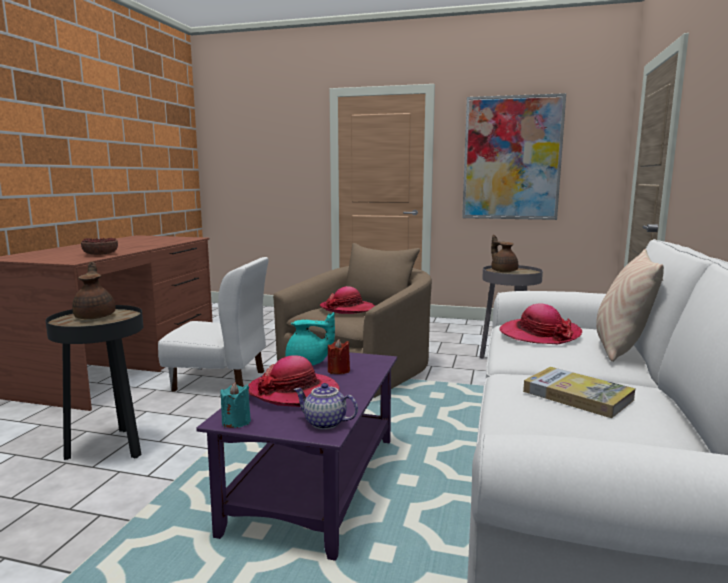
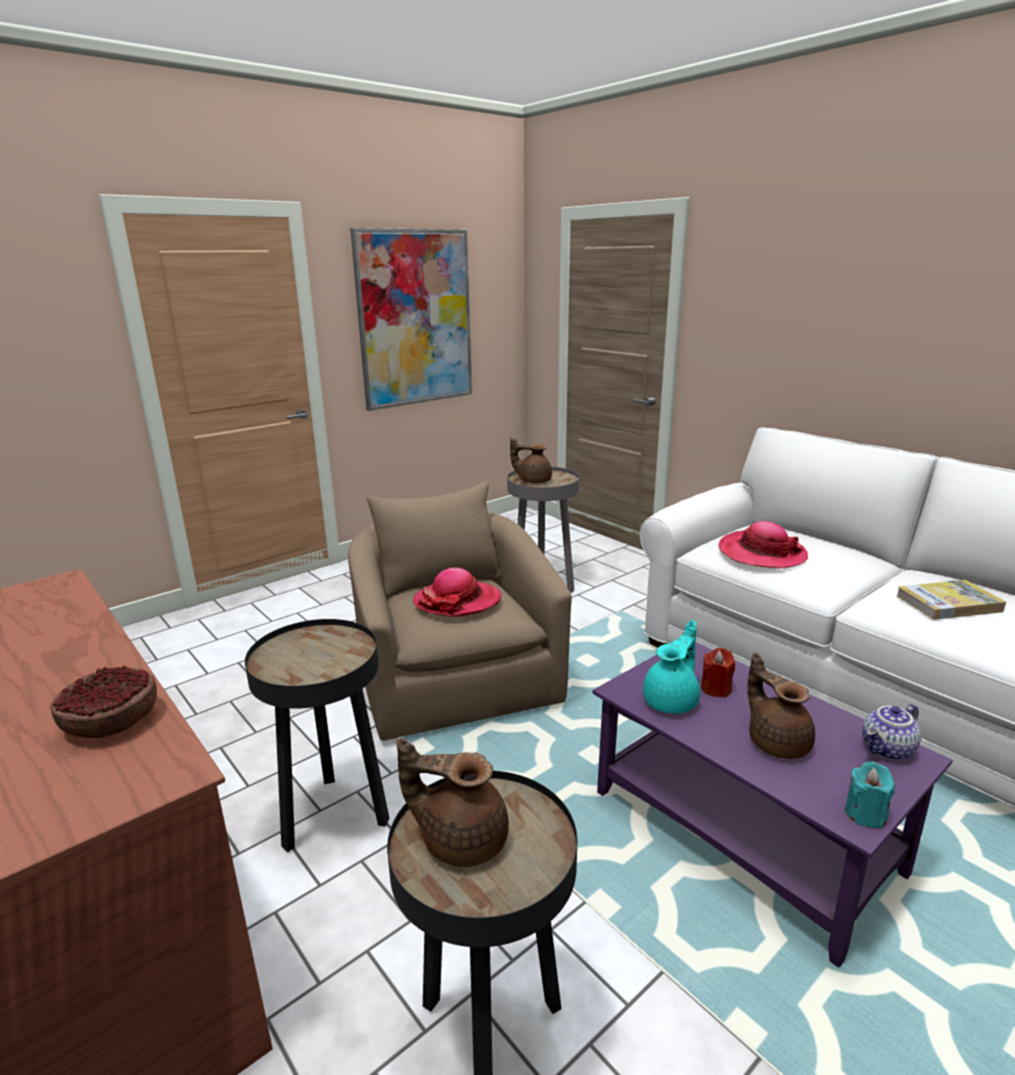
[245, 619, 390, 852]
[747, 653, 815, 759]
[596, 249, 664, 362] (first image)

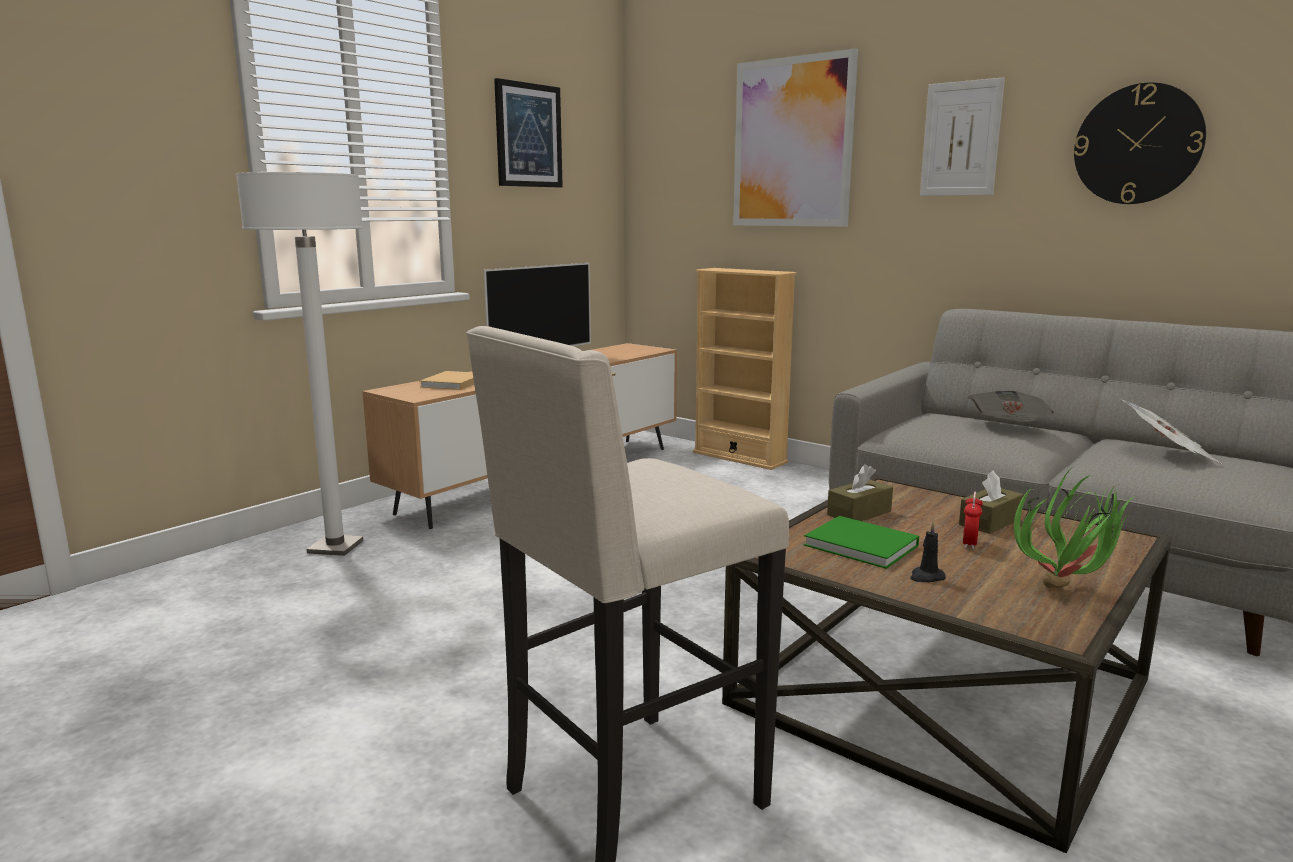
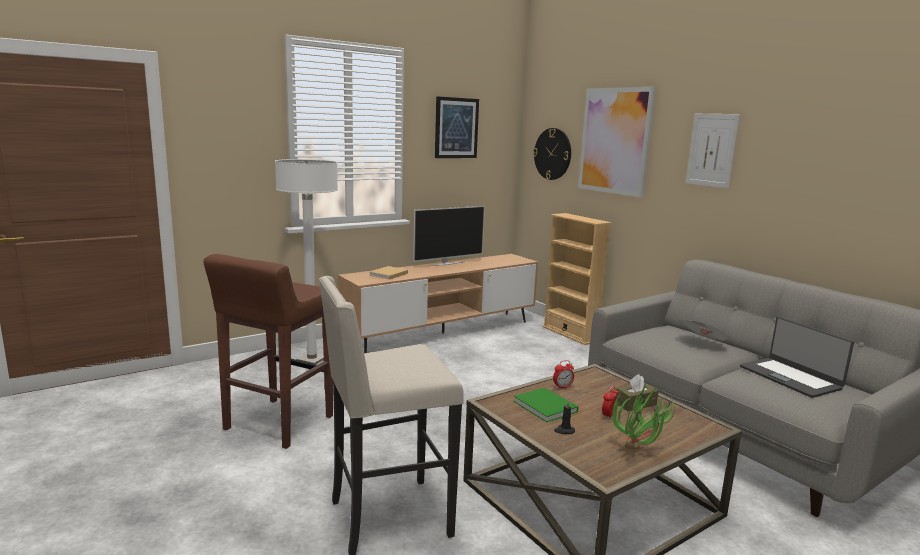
[553, 360, 574, 389]
[533, 128, 571, 180]
[740, 317, 854, 398]
[203, 254, 333, 449]

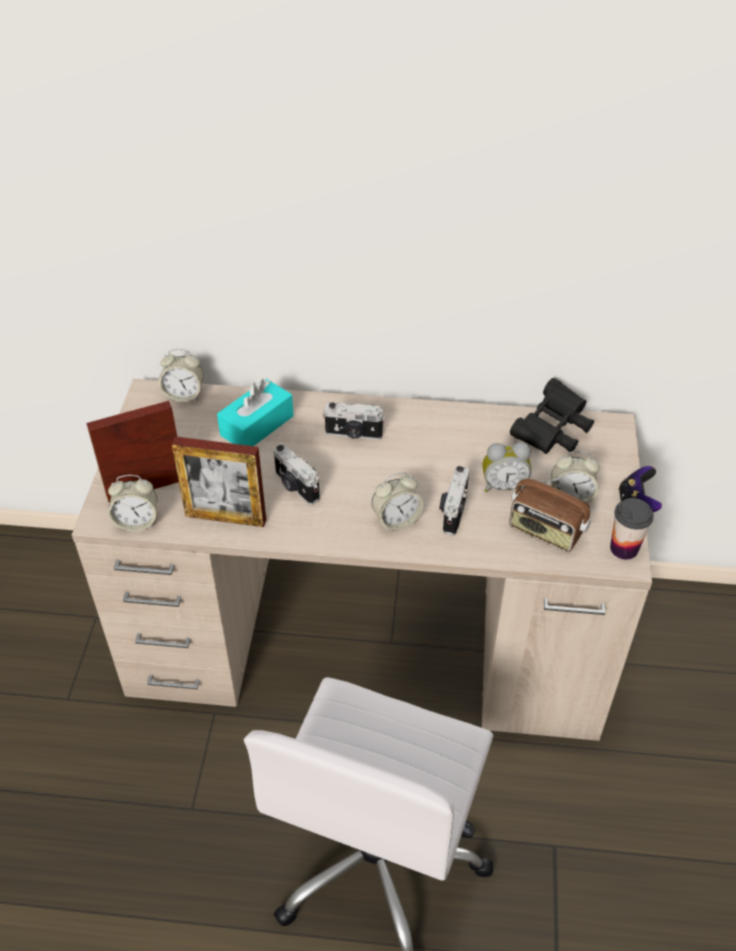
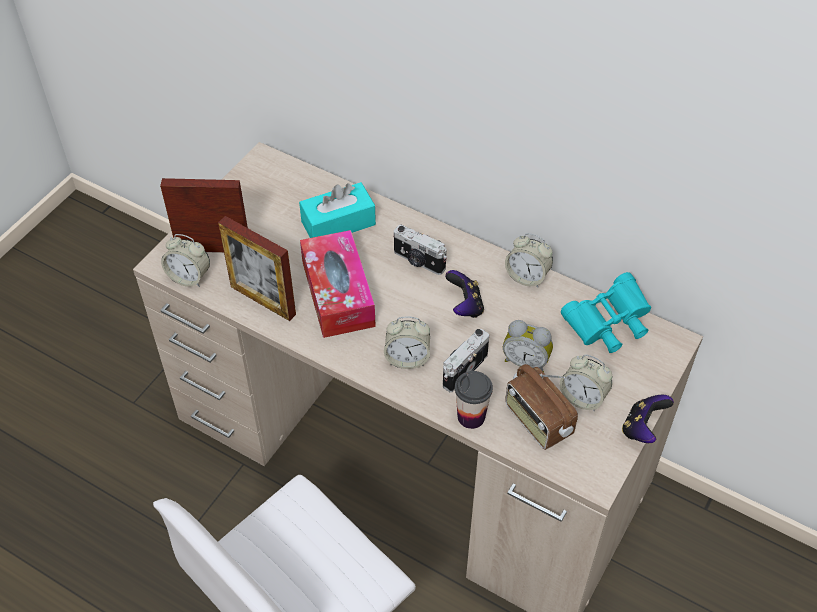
[505, 233, 553, 288]
[300, 230, 376, 338]
[561, 272, 651, 353]
[455, 371, 493, 429]
[445, 270, 484, 318]

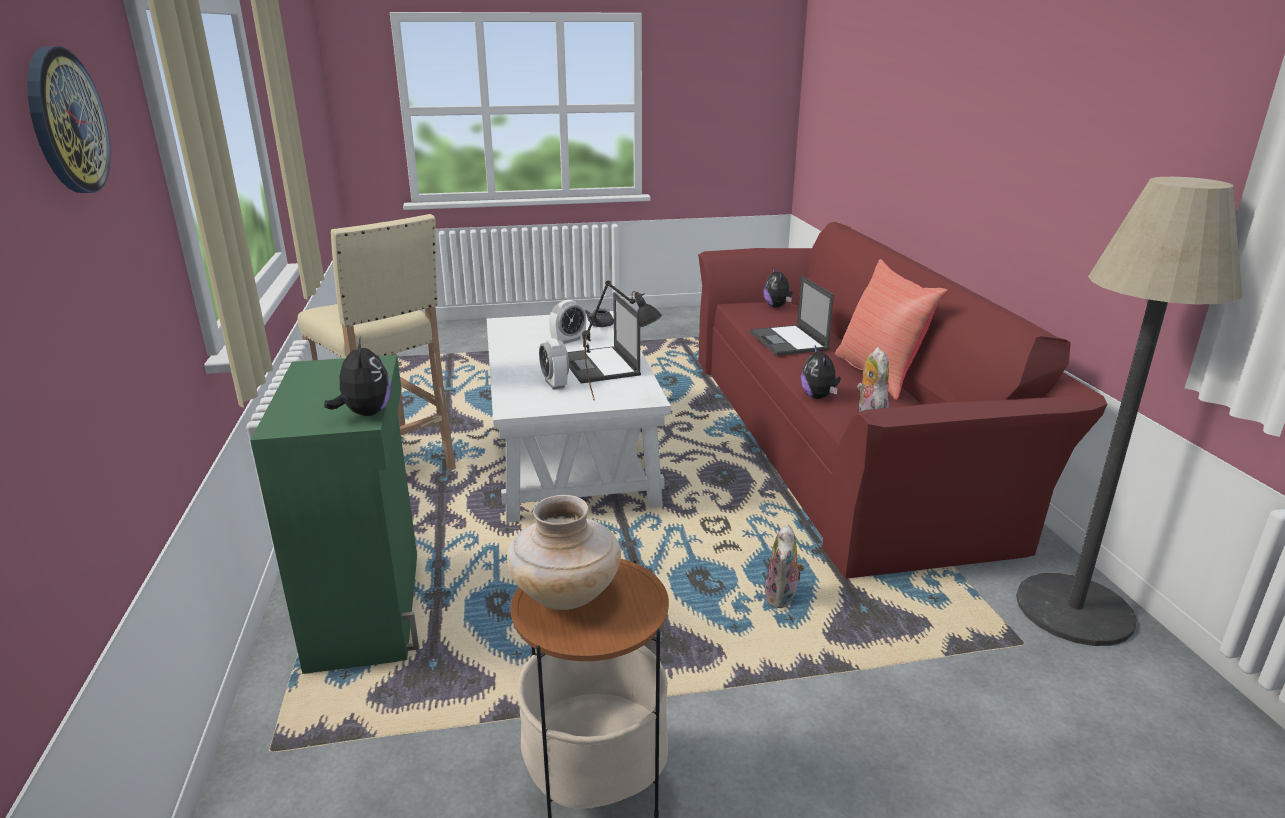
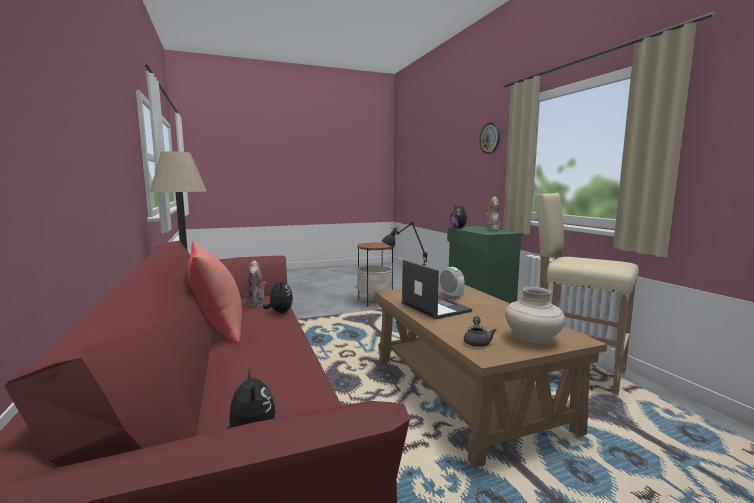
[375, 285, 607, 468]
[505, 287, 565, 343]
[549, 300, 586, 344] (first image)
[750, 275, 834, 356] (first image)
[485, 196, 500, 231]

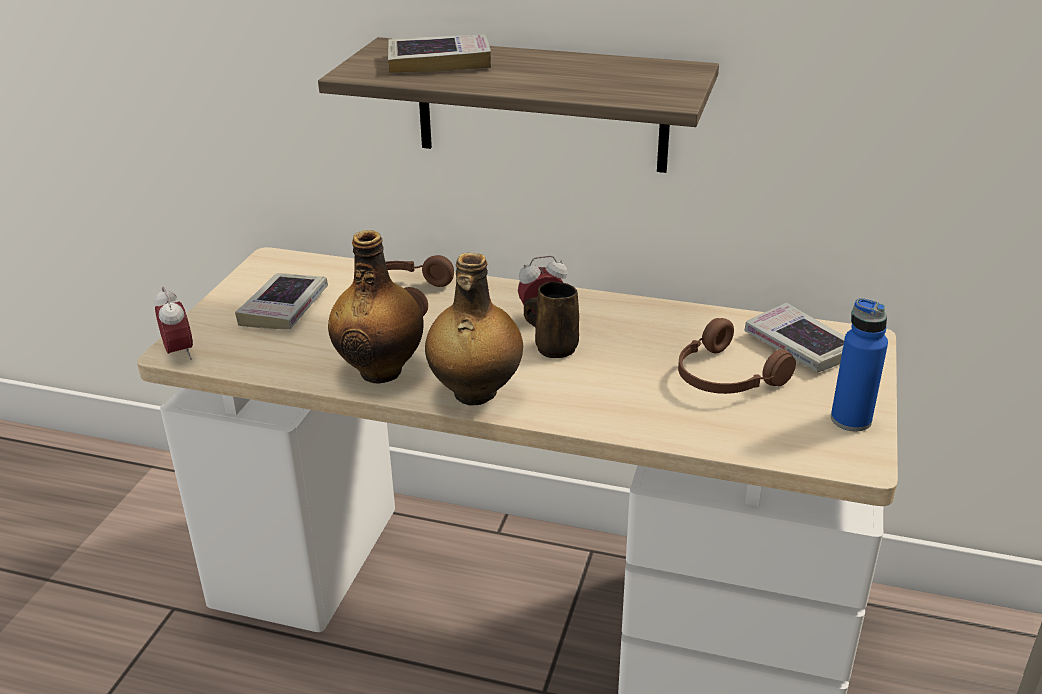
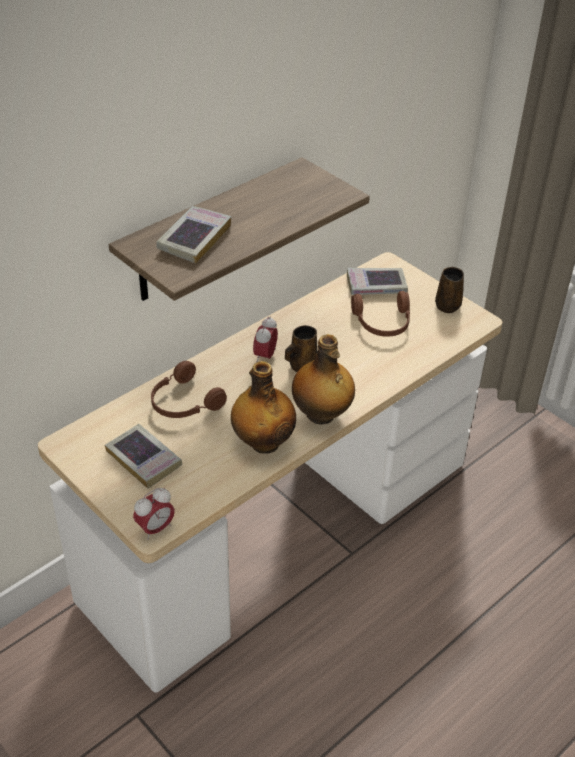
[133, 488, 175, 540]
[435, 267, 464, 313]

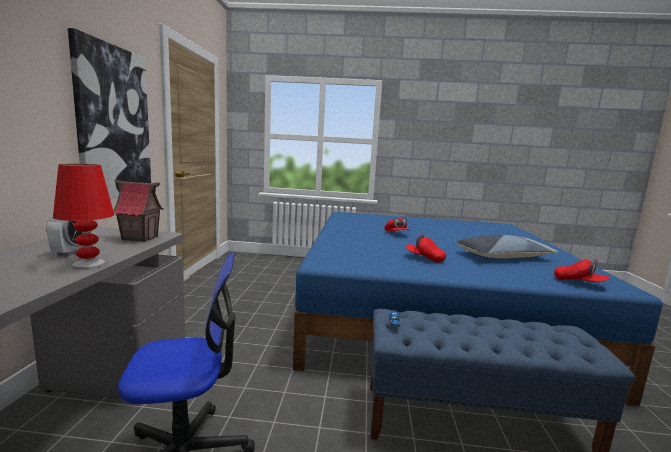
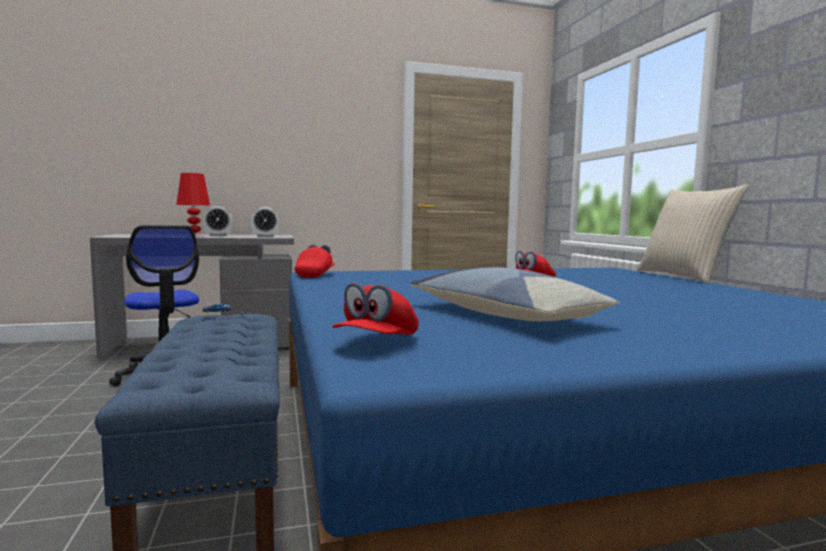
[68, 28, 151, 199] (first image)
[251, 207, 279, 237]
[294, 245, 334, 278]
[637, 185, 749, 283]

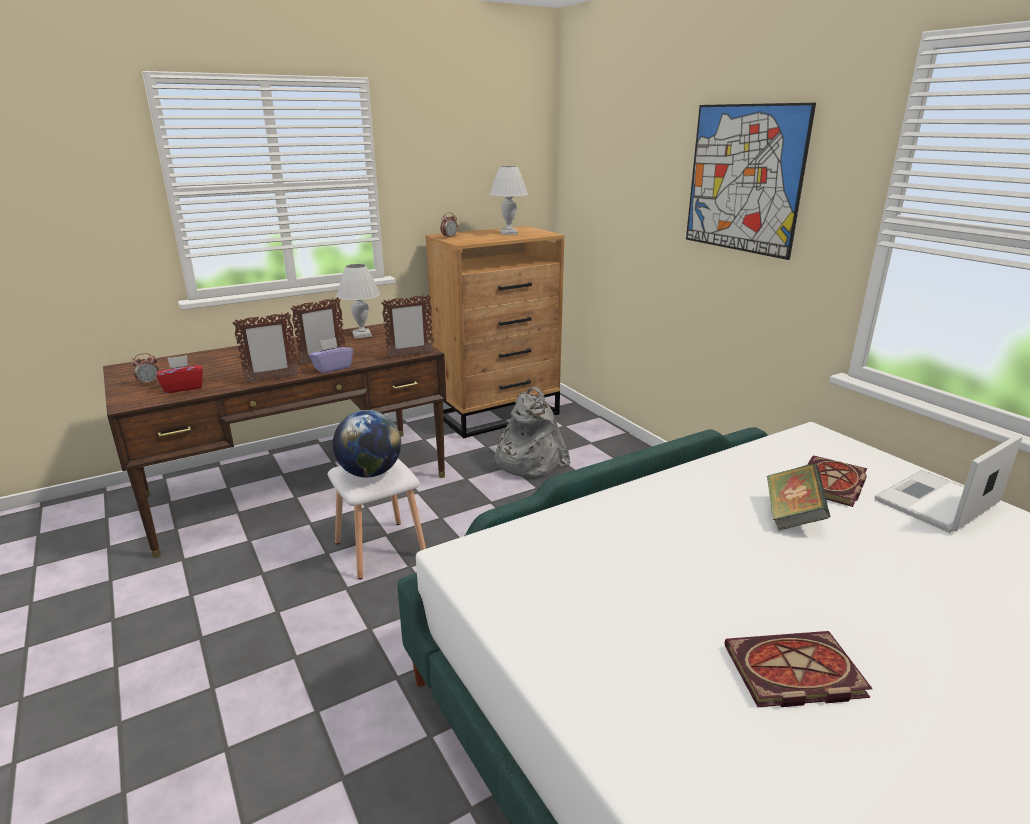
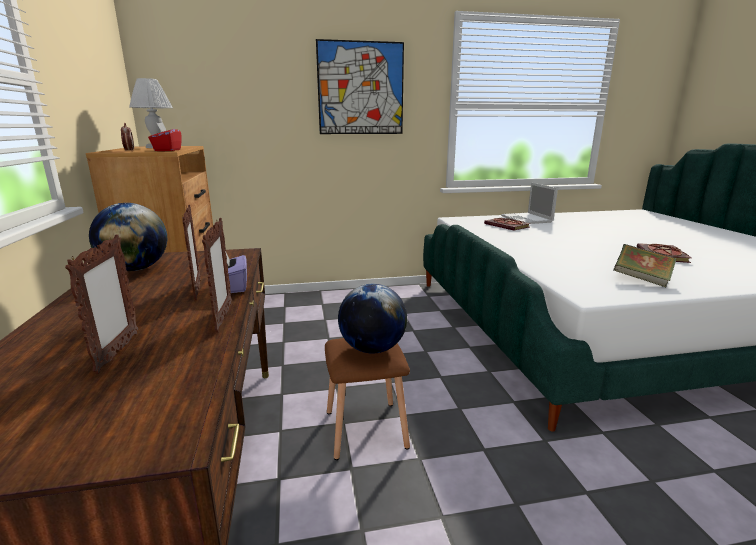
[132, 353, 159, 386] (first image)
[148, 123, 181, 151]
[325, 338, 410, 460]
[89, 203, 167, 271]
[65, 234, 139, 374]
[493, 387, 570, 477] (first image)
[613, 244, 677, 287]

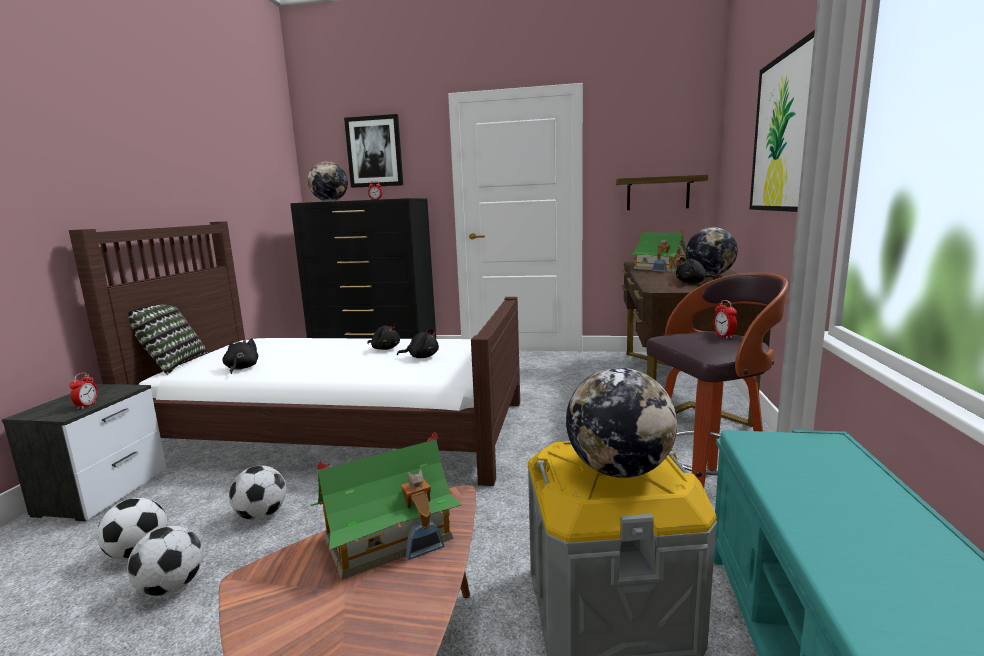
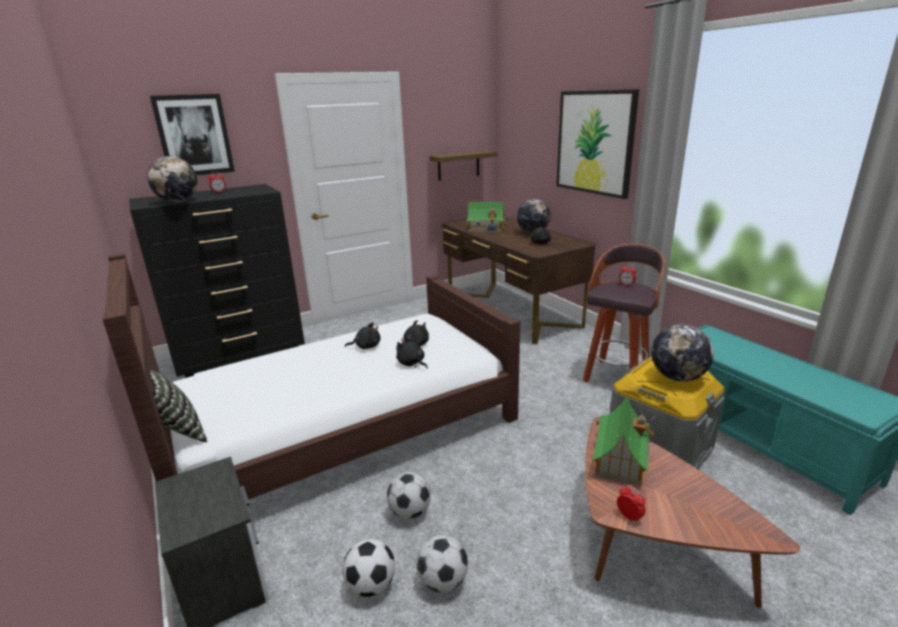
[617, 485, 645, 524]
[396, 336, 428, 369]

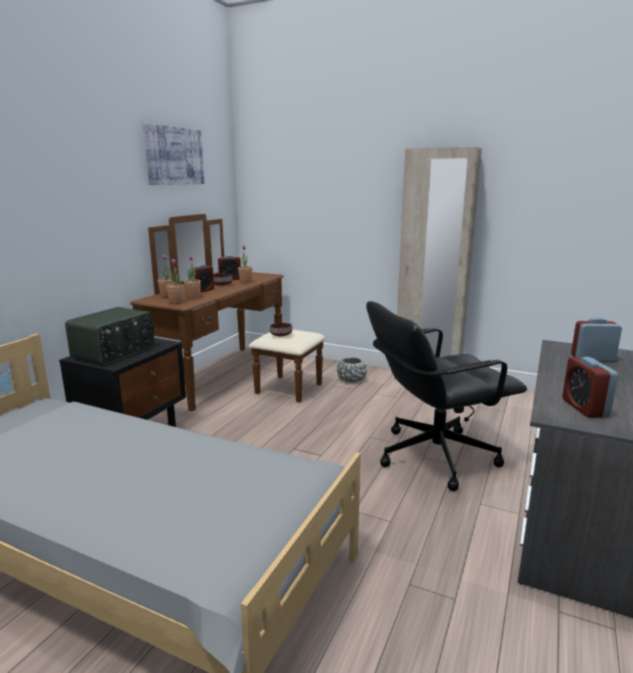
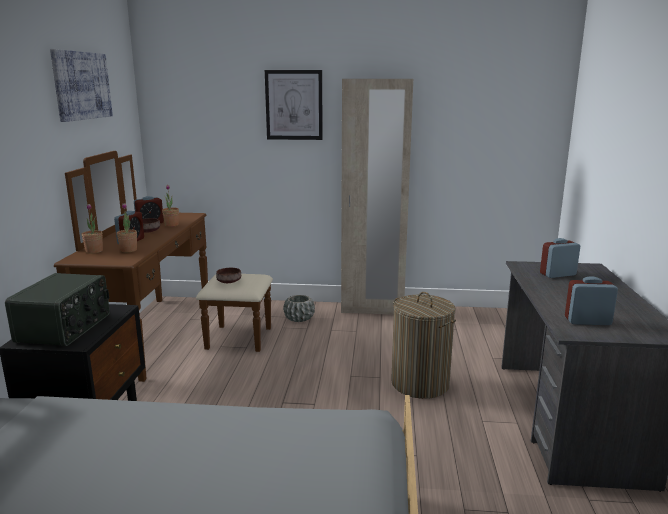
[166, 259, 184, 304] (first image)
[391, 292, 456, 399]
[565, 276, 618, 325]
[265, 70, 323, 140]

